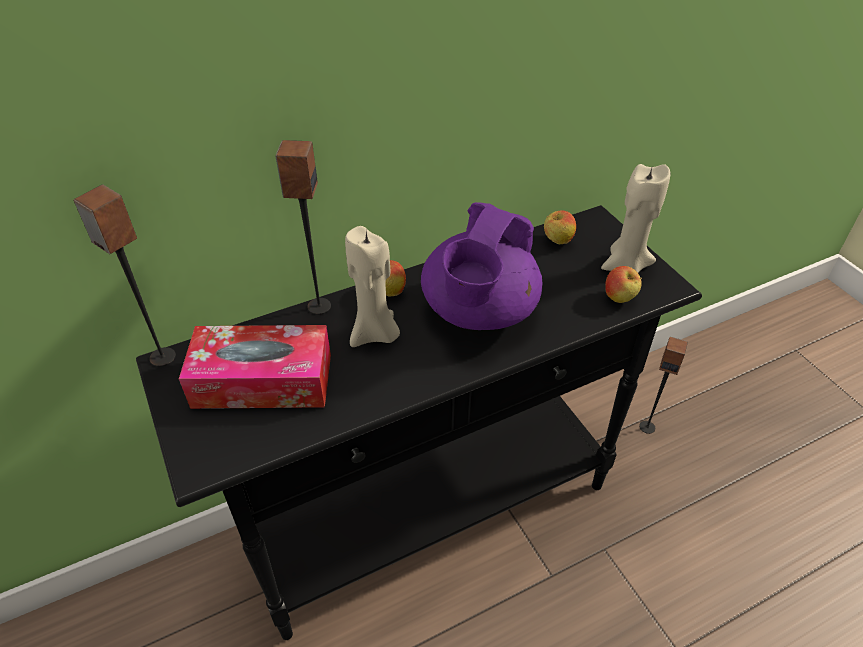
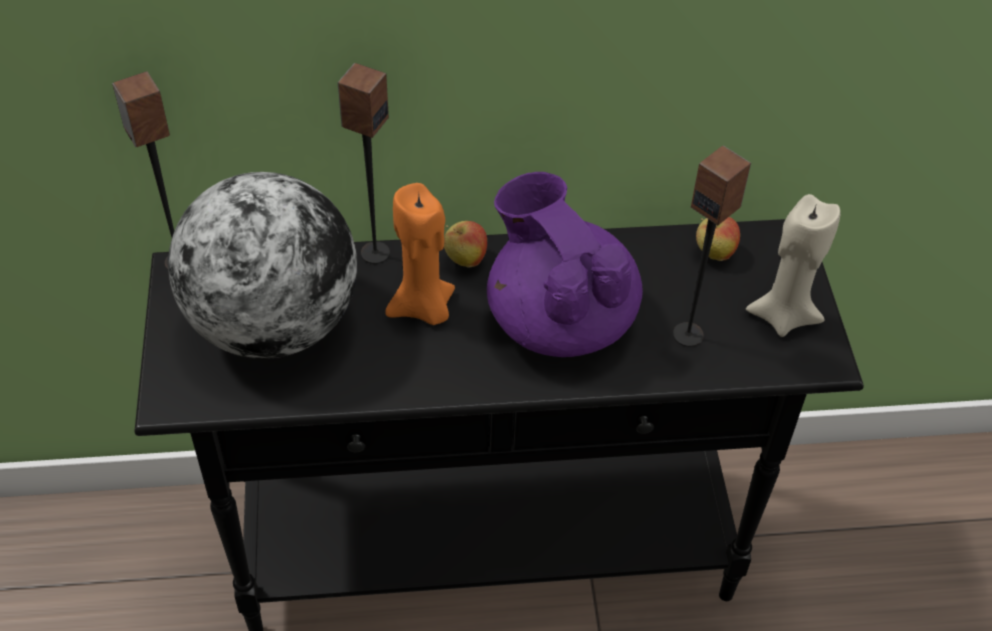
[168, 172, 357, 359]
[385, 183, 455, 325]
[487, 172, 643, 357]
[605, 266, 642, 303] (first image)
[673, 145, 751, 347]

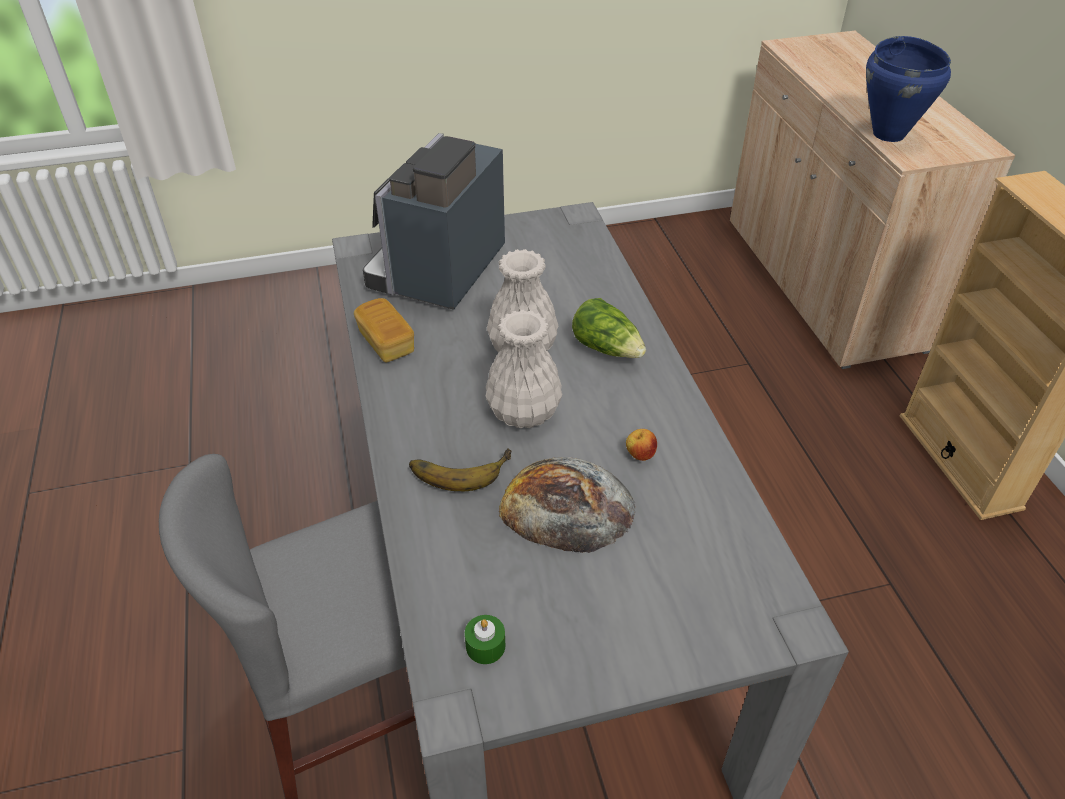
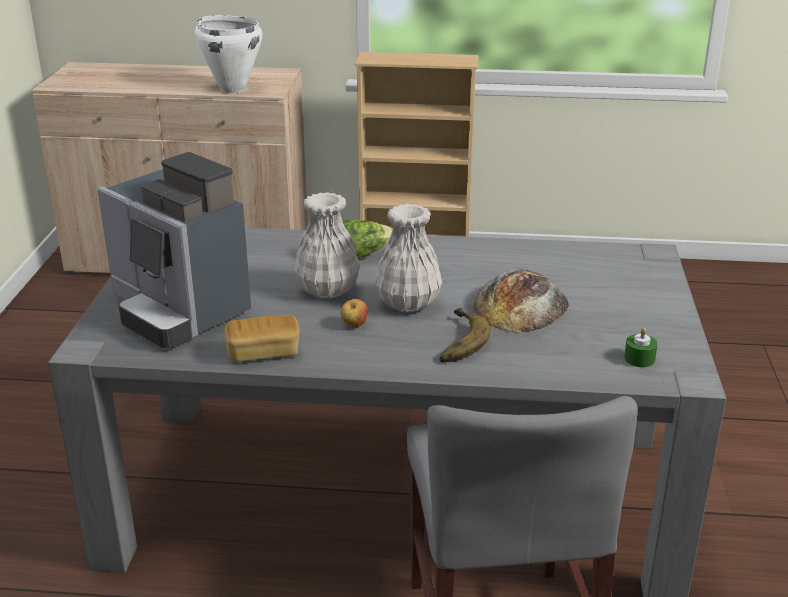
[341, 299, 368, 327]
[195, 15, 263, 93]

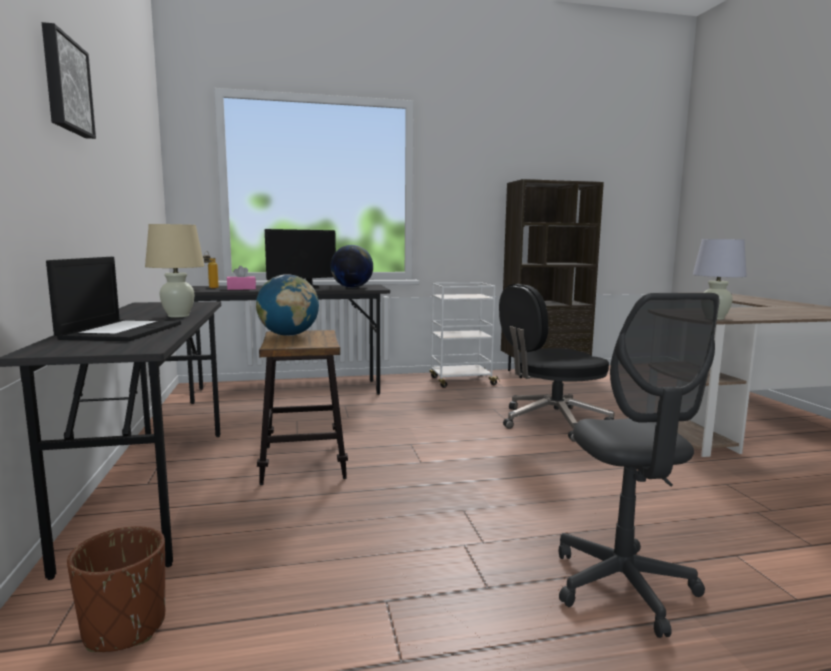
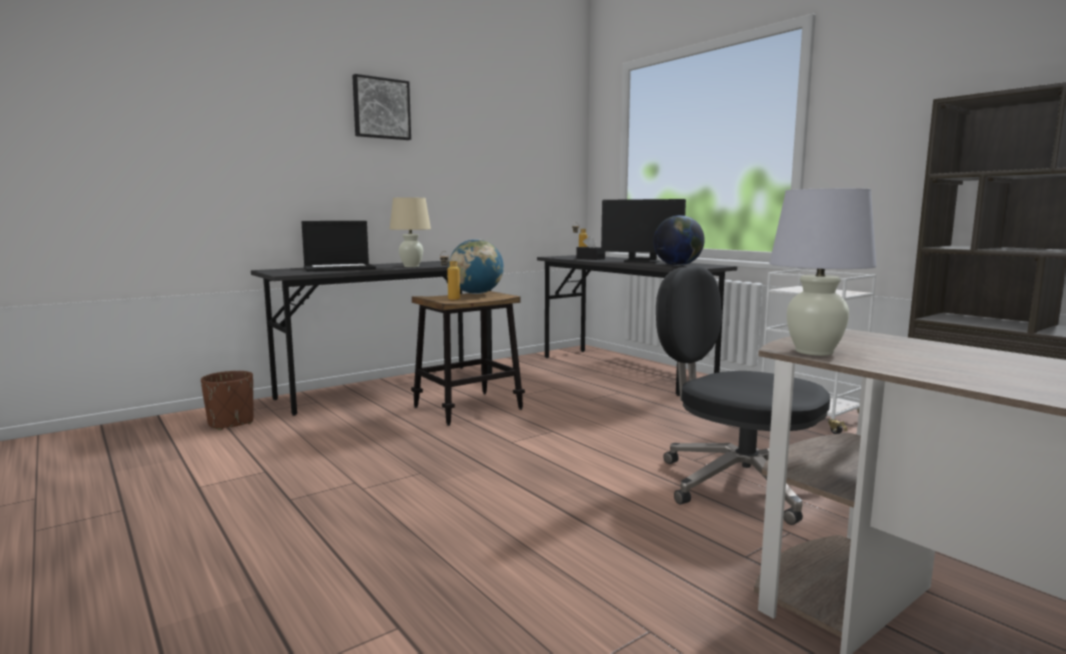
[576, 236, 605, 260]
[559, 293, 720, 638] (first image)
[440, 251, 460, 300]

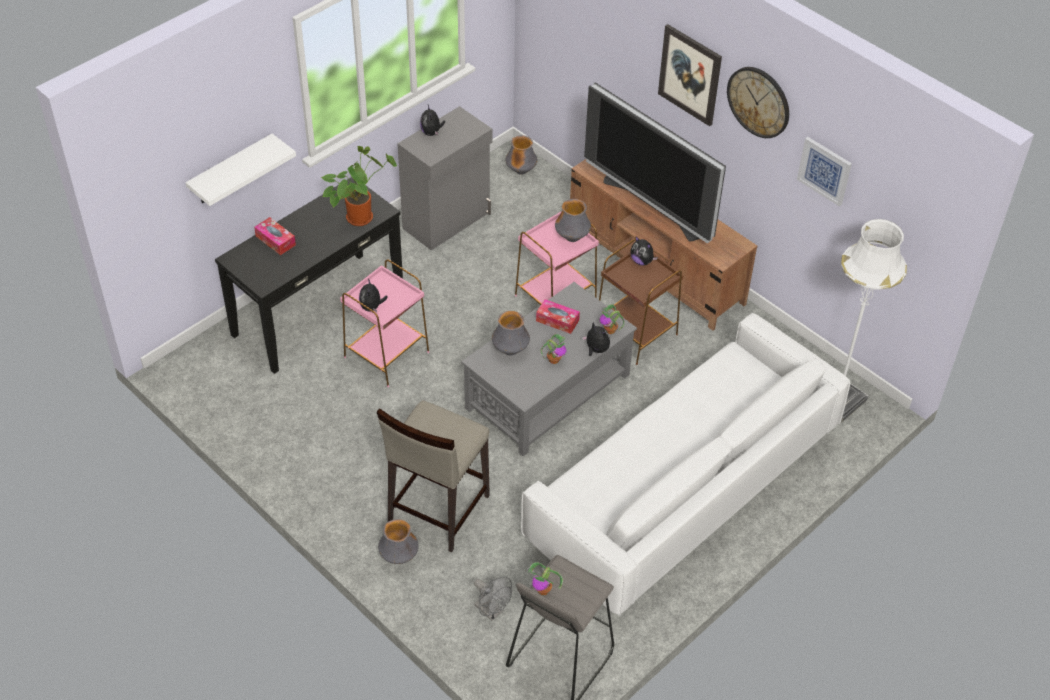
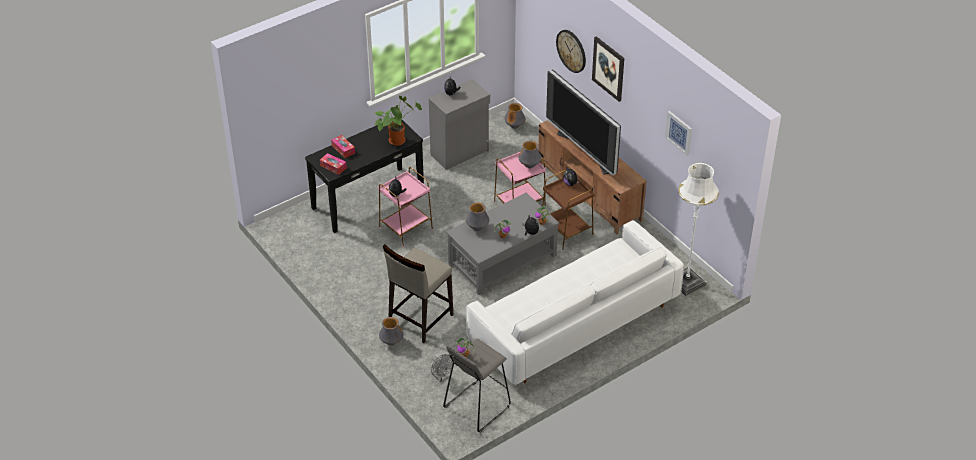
[186, 134, 296, 206] (first image)
[320, 153, 347, 175]
[556, 30, 586, 73]

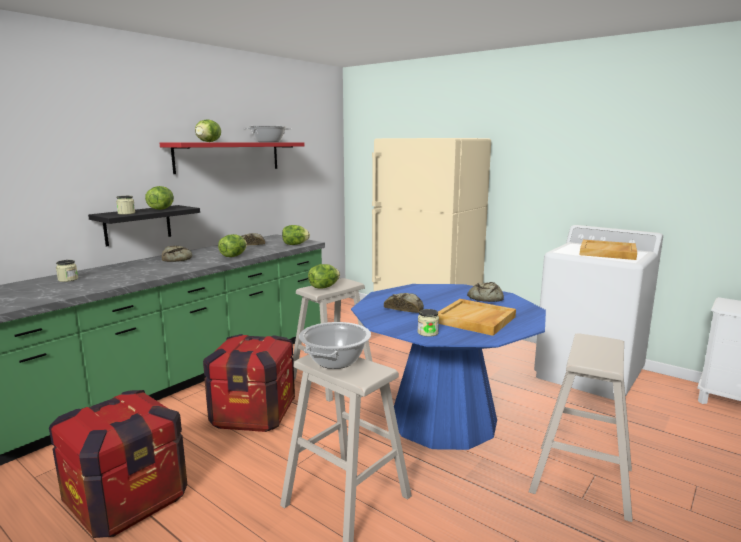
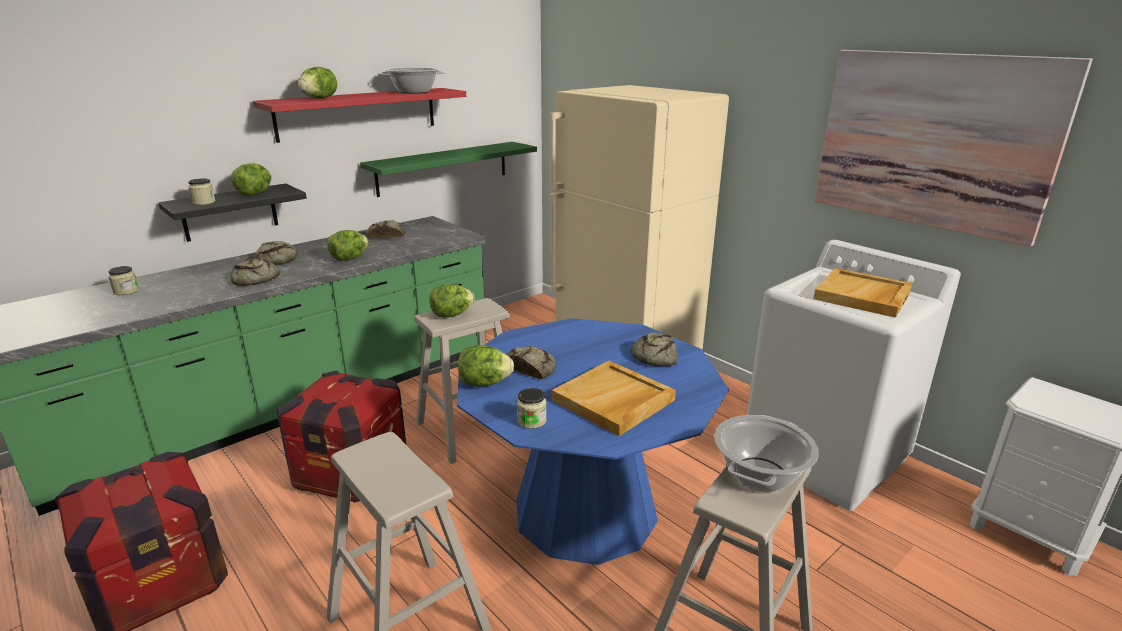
[458, 345, 514, 386]
[714, 415, 819, 492]
[230, 258, 280, 286]
[360, 142, 537, 197]
[815, 50, 1093, 247]

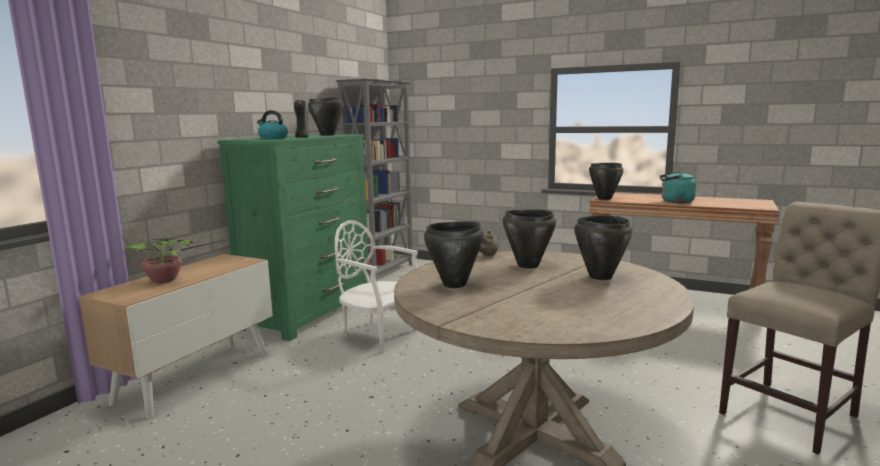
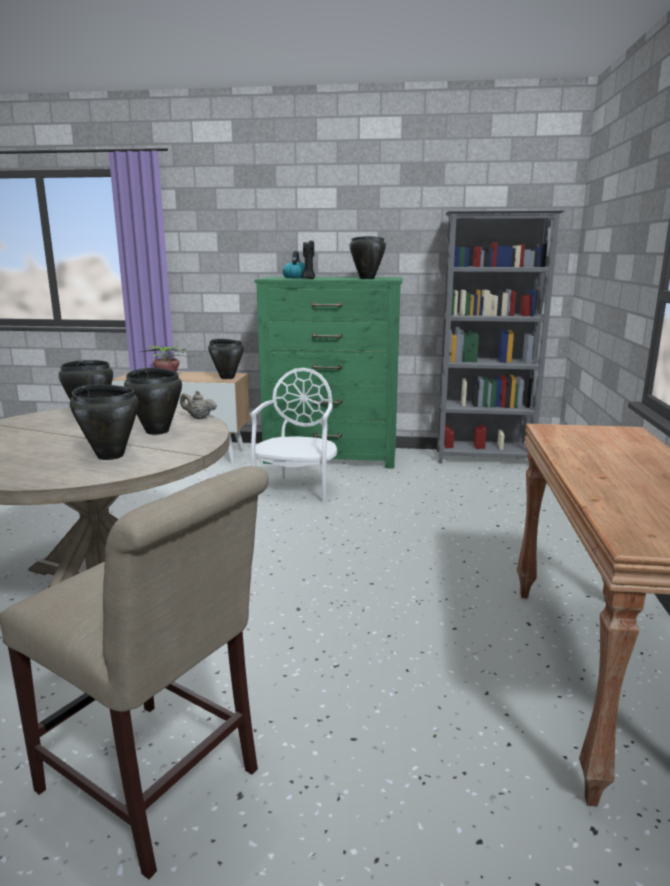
[208, 339, 244, 379]
[660, 171, 696, 203] (first image)

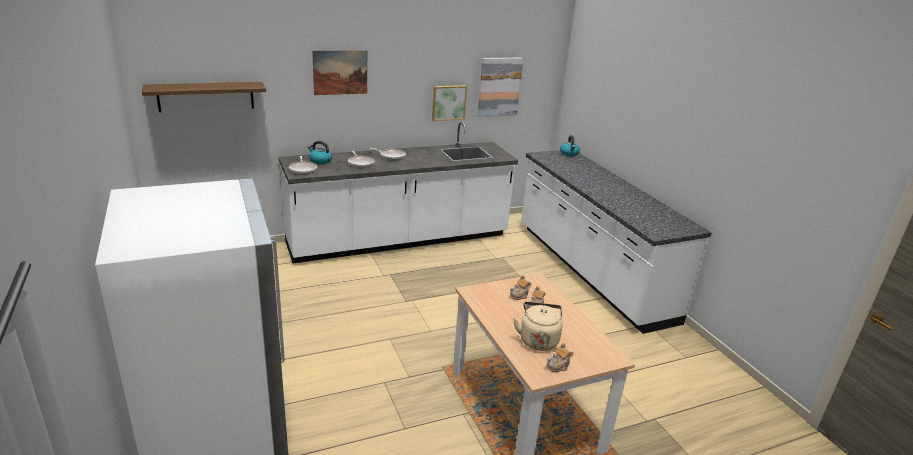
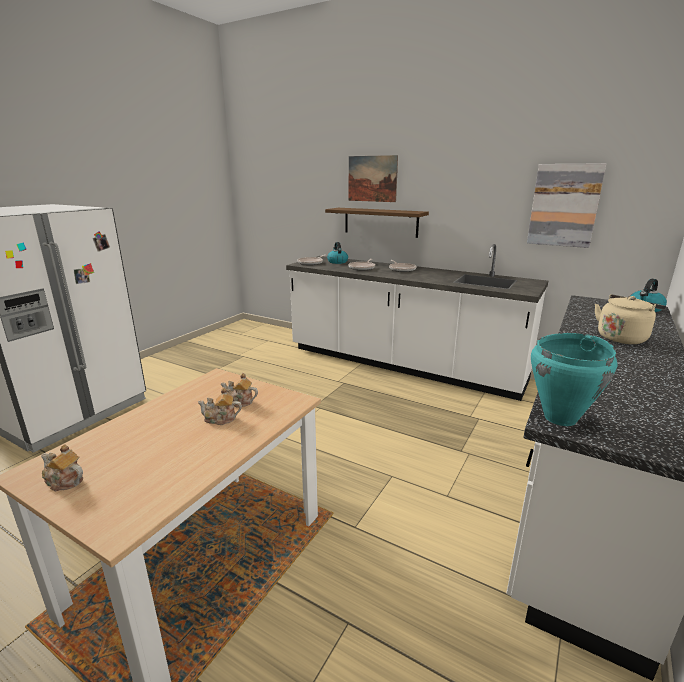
[325, 208, 429, 238]
[432, 85, 467, 121] (first image)
[595, 294, 666, 344]
[531, 333, 617, 426]

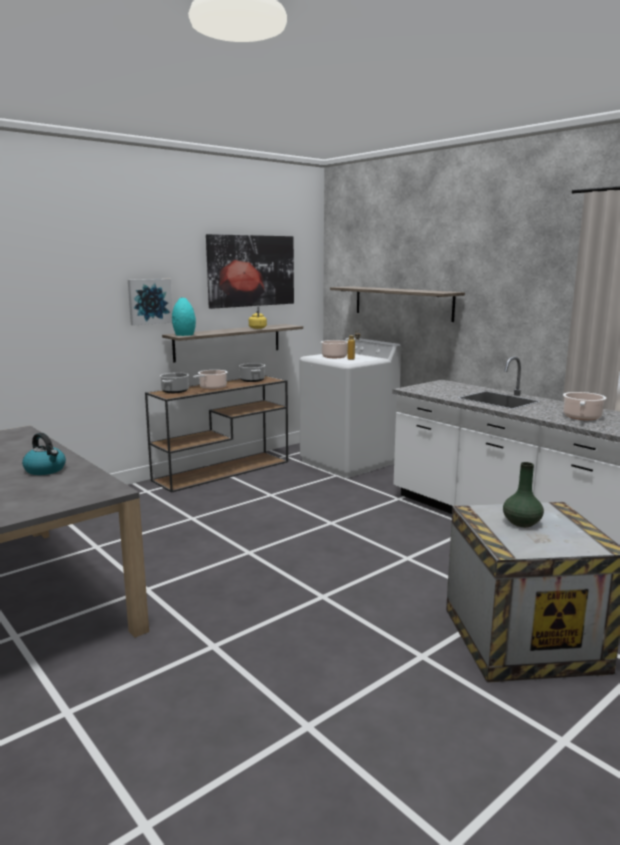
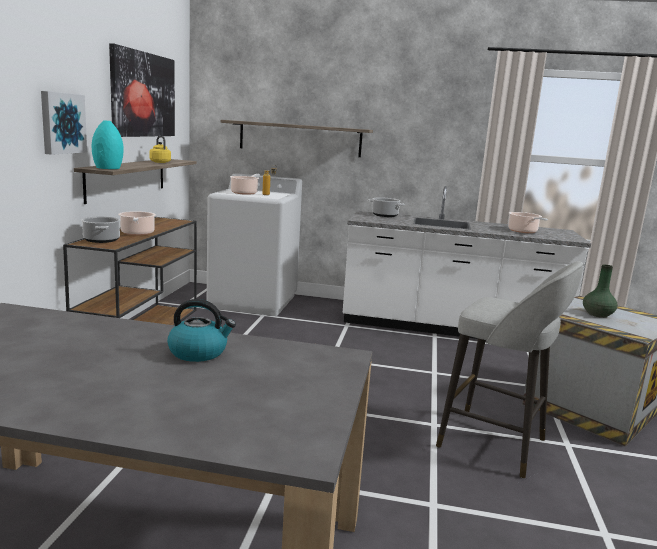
[368, 197, 405, 217]
[436, 261, 583, 479]

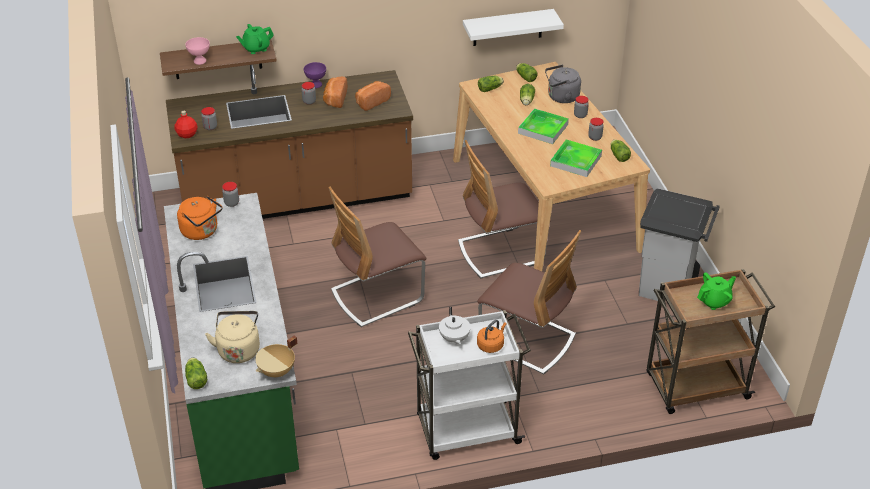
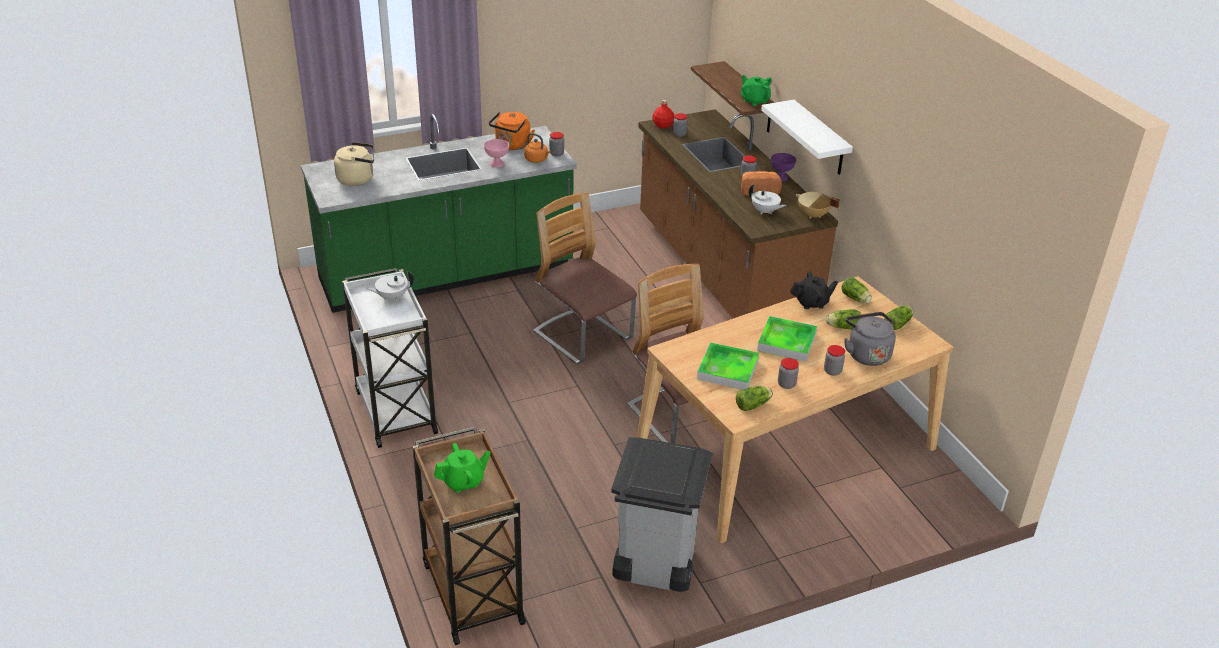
[484, 139, 509, 168]
[185, 358, 207, 389] (first image)
[796, 192, 840, 219]
[749, 184, 786, 215]
[761, 100, 853, 175]
[477, 230, 581, 374] (first image)
[524, 133, 551, 163]
[434, 443, 491, 493]
[790, 272, 838, 309]

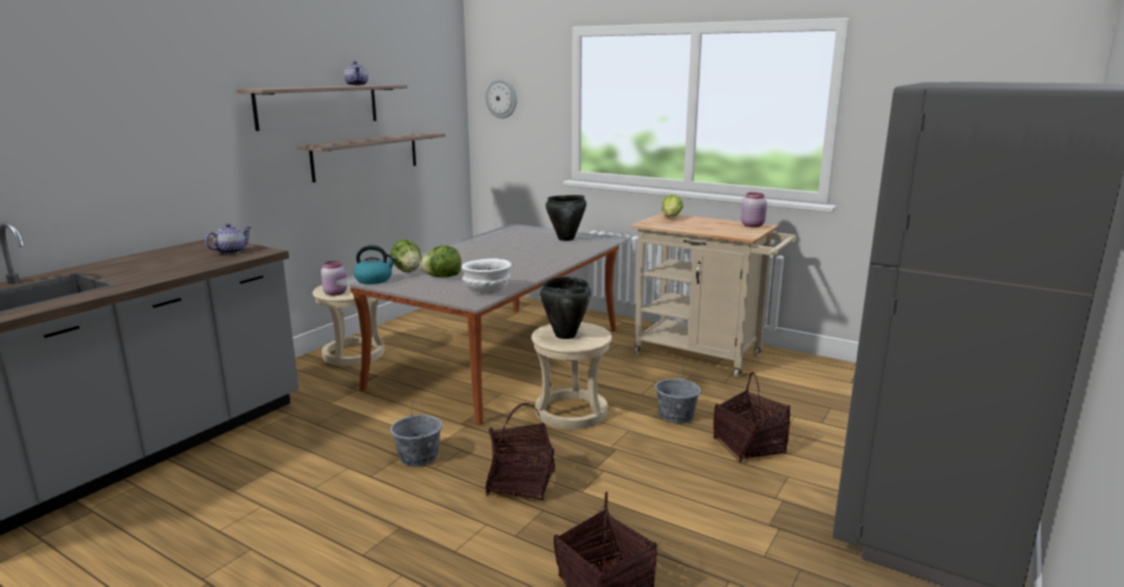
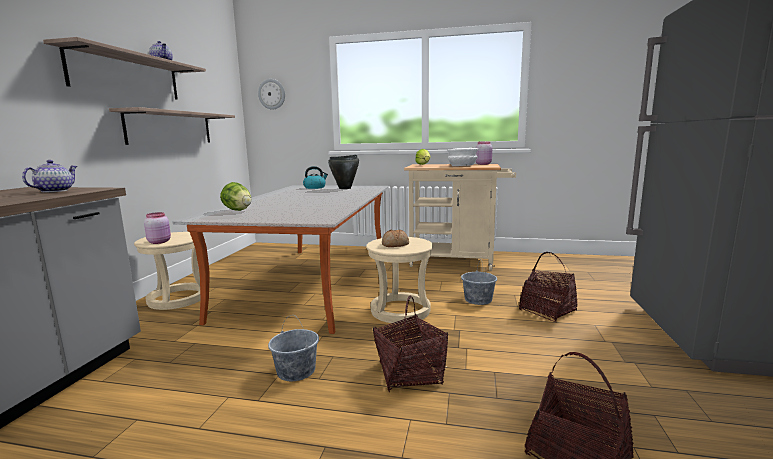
[303, 166, 328, 189]
[420, 246, 462, 277] (first image)
[447, 148, 478, 166]
[382, 229, 409, 247]

